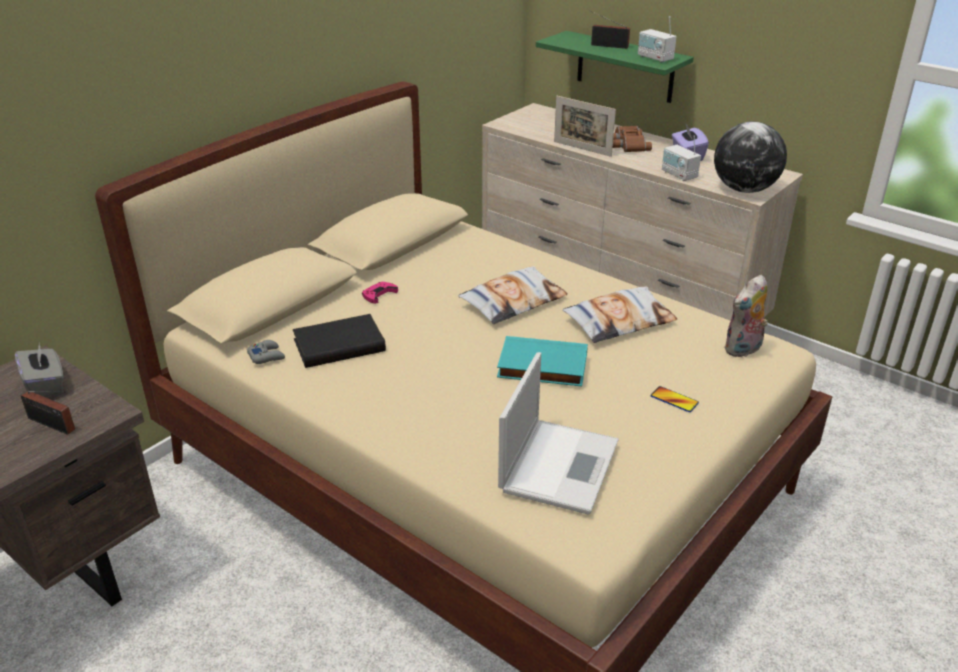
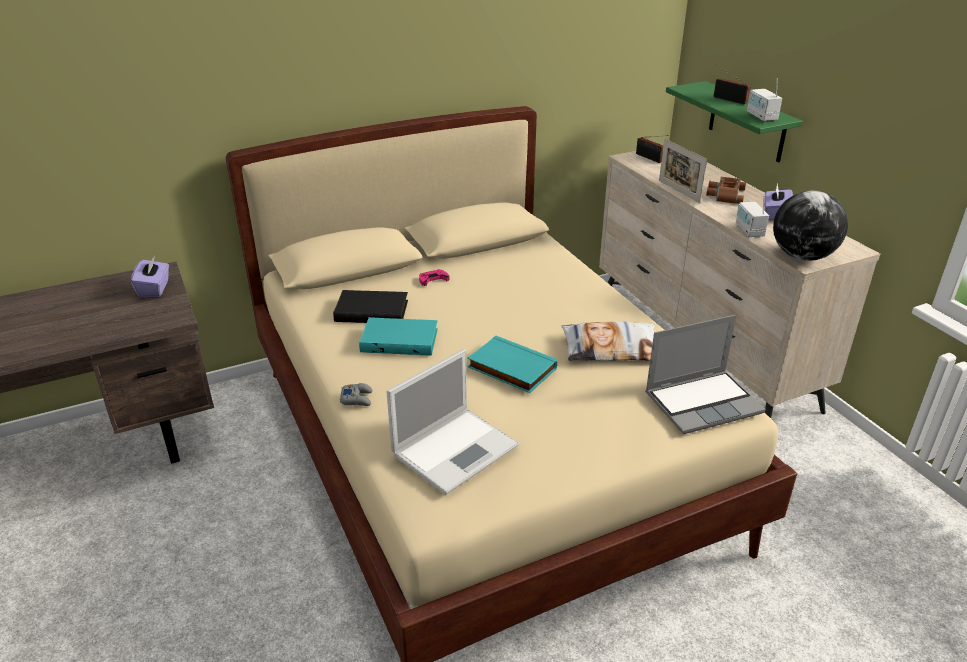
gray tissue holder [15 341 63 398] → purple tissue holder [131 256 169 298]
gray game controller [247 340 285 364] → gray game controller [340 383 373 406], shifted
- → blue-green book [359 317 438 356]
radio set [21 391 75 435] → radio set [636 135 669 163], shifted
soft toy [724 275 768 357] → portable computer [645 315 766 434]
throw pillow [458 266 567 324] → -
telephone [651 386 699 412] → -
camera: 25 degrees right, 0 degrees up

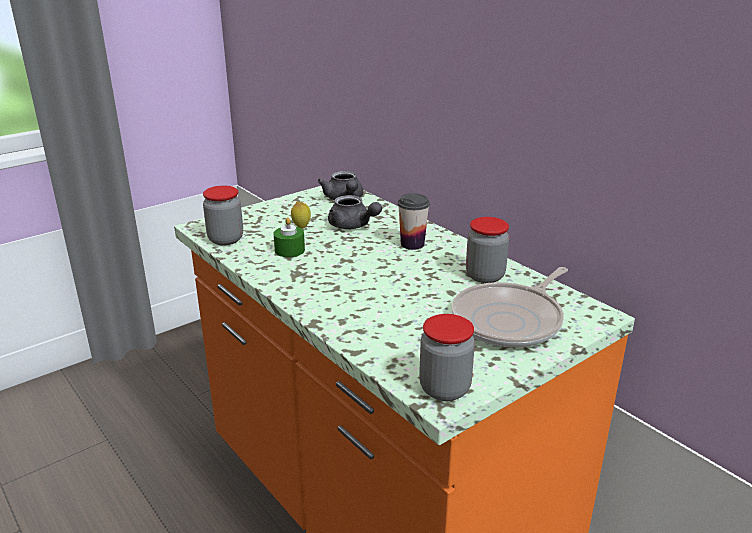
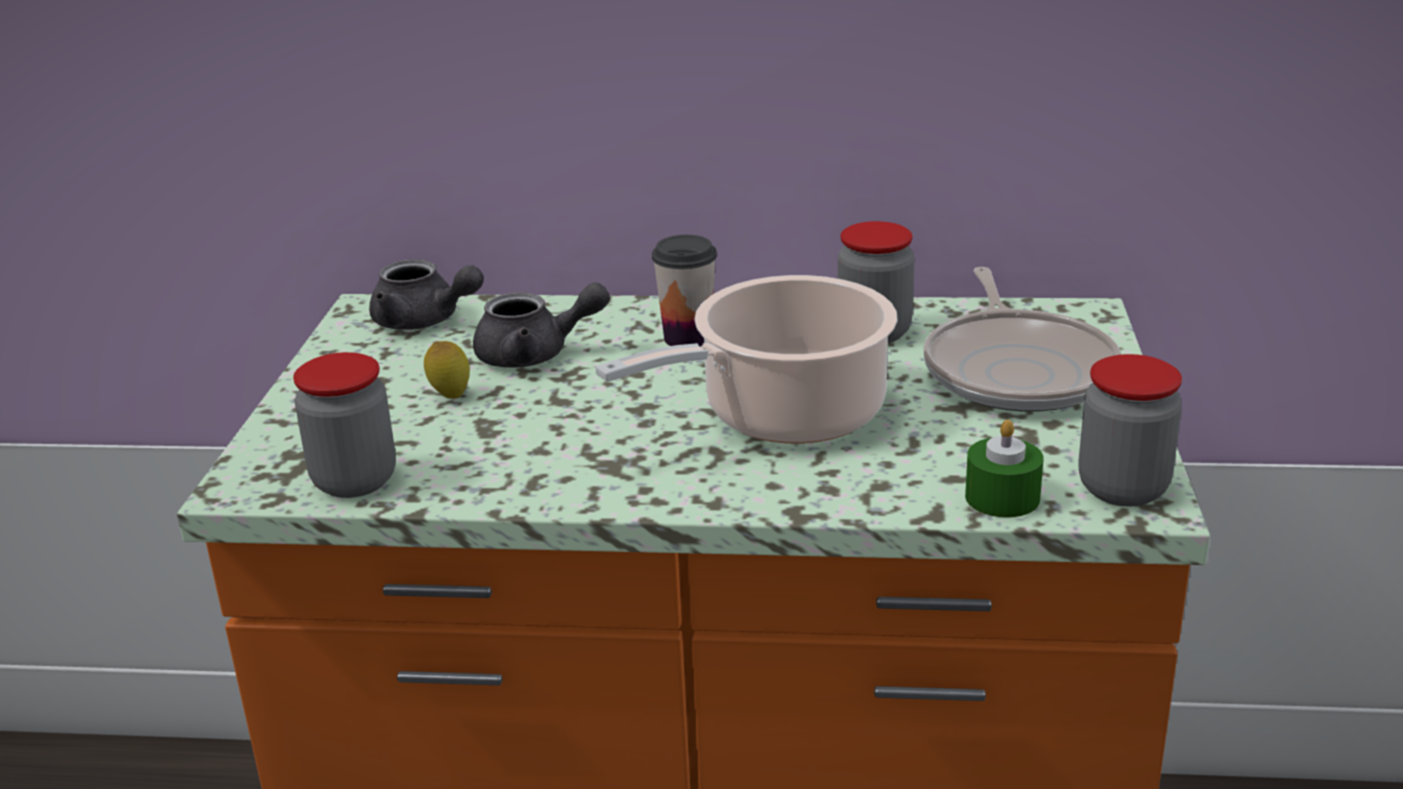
- → saucepot [595 275 897 444]
green-coloured wax candle [273 217 305 257] → green-coloured wax candle [965 420 1044 518], shifted
camera: 45 degrees left, 0 degrees up

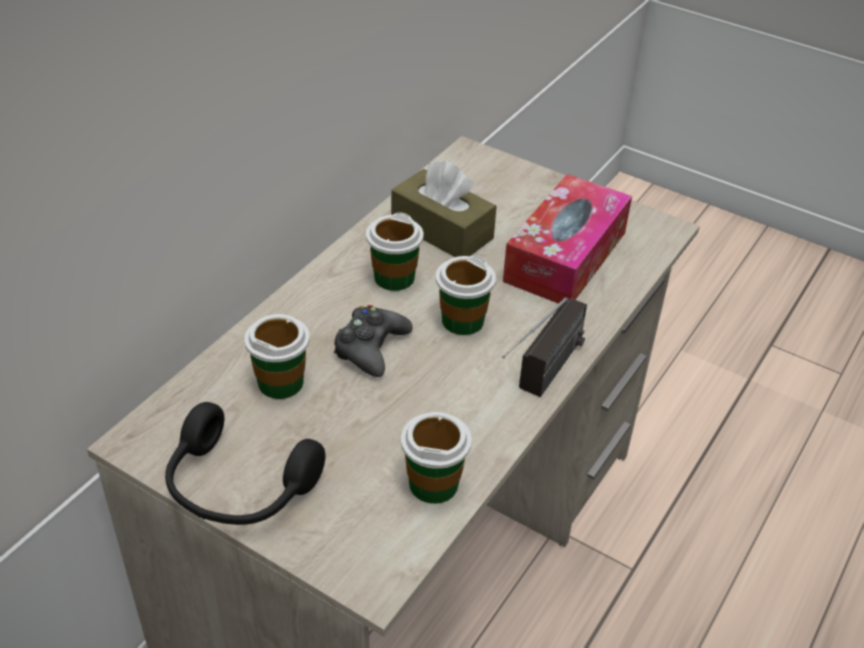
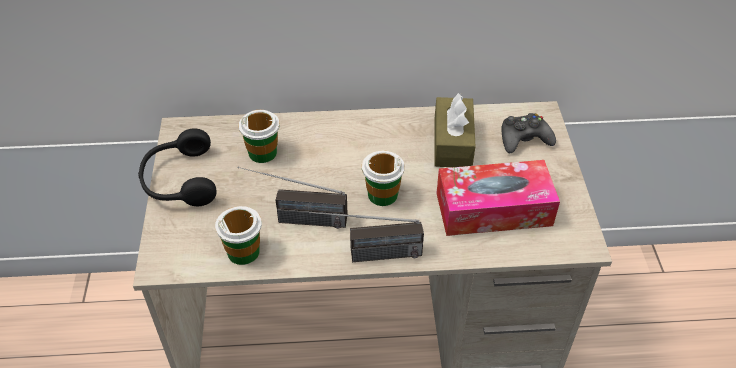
- → radio set [238 167 347 229]
blackish game controller [334 305 413 377] → blackish game controller [501 113 556 153], shifted
drinking cup [366 212 424 291] → -
camera: 55 degrees right, 5 degrees up

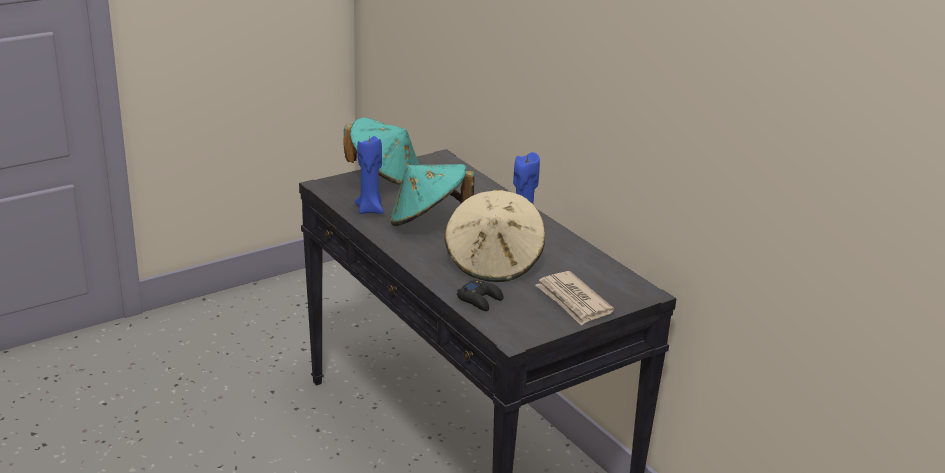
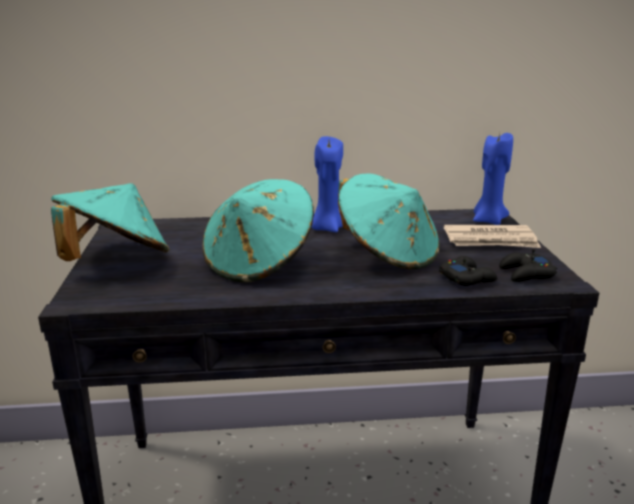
beige hat [445 190 545 282] → blue-green hat [338 174 439 270]
bluish wax candle [354 135 384 214] → bluish wax candle [473 132 513 225], shifted
- → blackish game controller [499 249 557 282]
camera: 60 degrees left, 5 degrees down

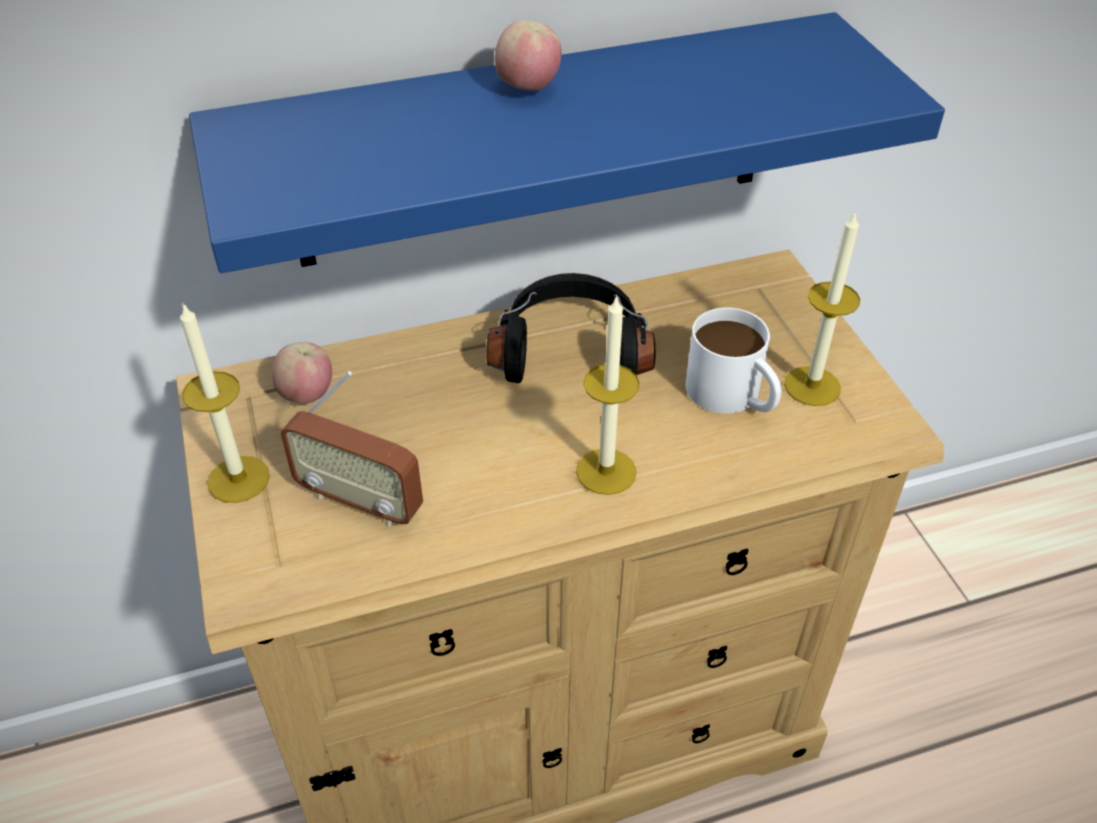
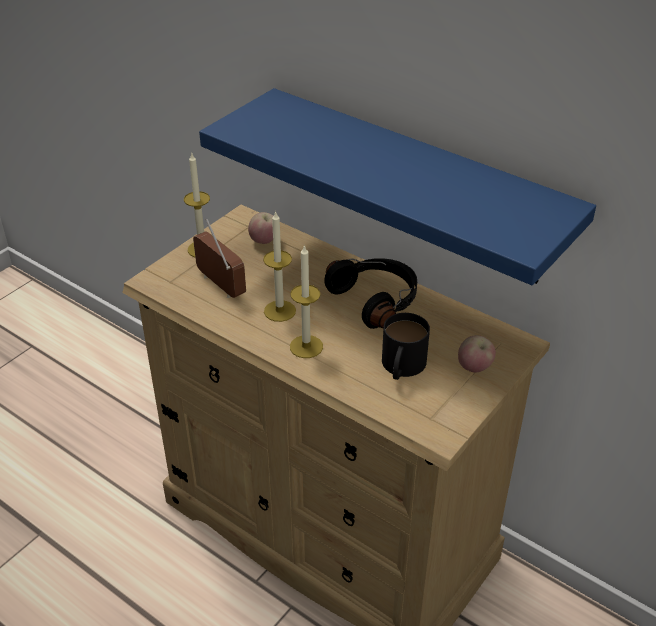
radio set [280 371 423 527] → radio set [193 219 246 298], 150 degrees clockwise
wax candle [784 211 860 406] → wax candle [263 210 296 322], shifted
white mug [685 307 781 414] → blackish mug [382 313 430 380]
apple fruit [494 20 561 91] → apple fruit [458 335 496 373], shifted
camera: 55 degrees right, 5 degrees down

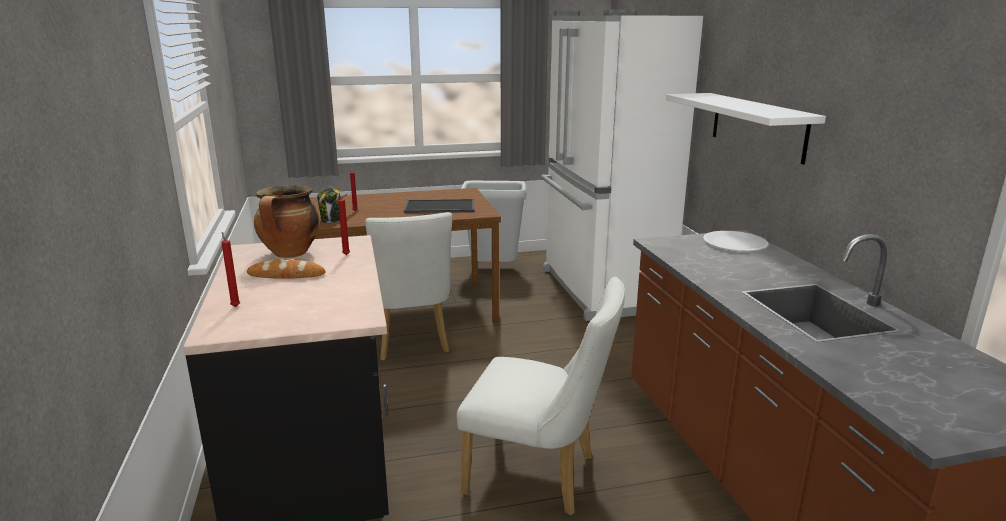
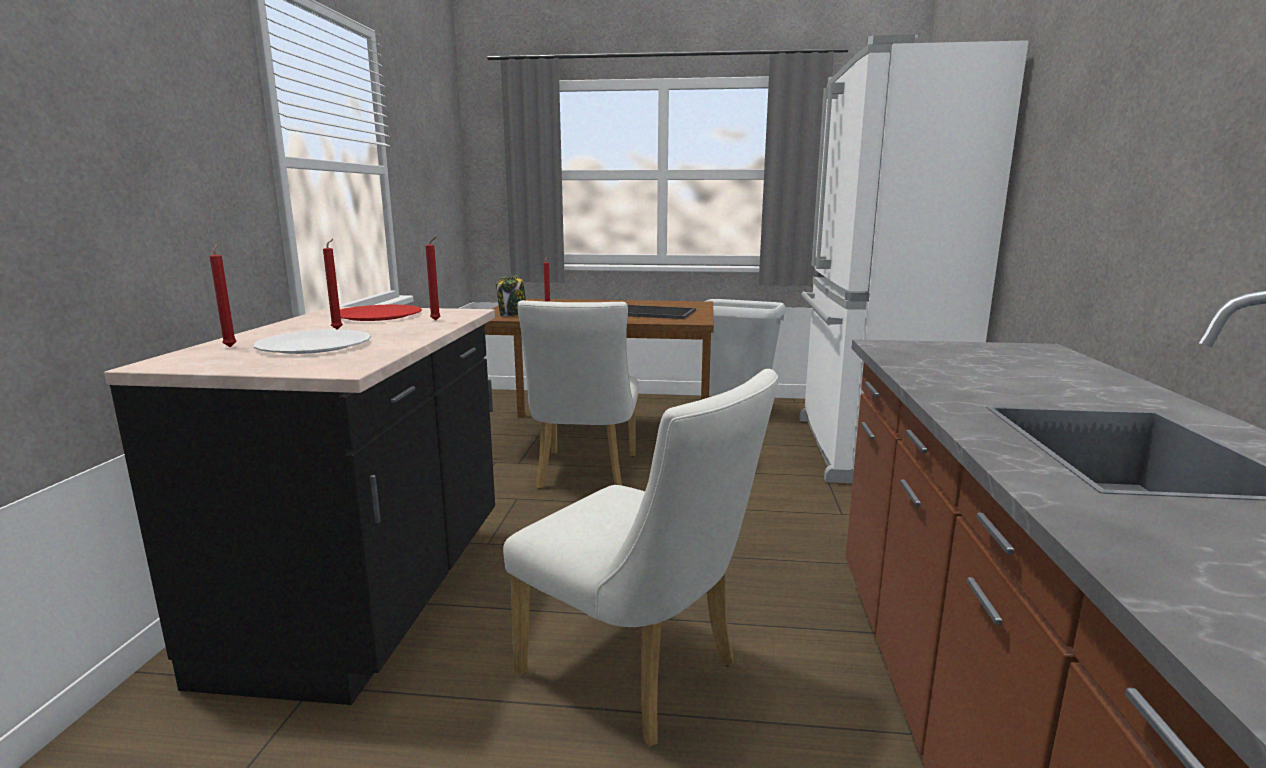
white plate [703 231 768 251] → white plate [253 330 371 354], shifted
bread [247 259 326 279] → red-coloured wax candle [323 239 343 330]
saucepot [254 185 320 258] → red-coloured plate [340 305 422 321]
white bracket shelf [666 93 826 165] → -
camera: 20 degrees right, 5 degrees down

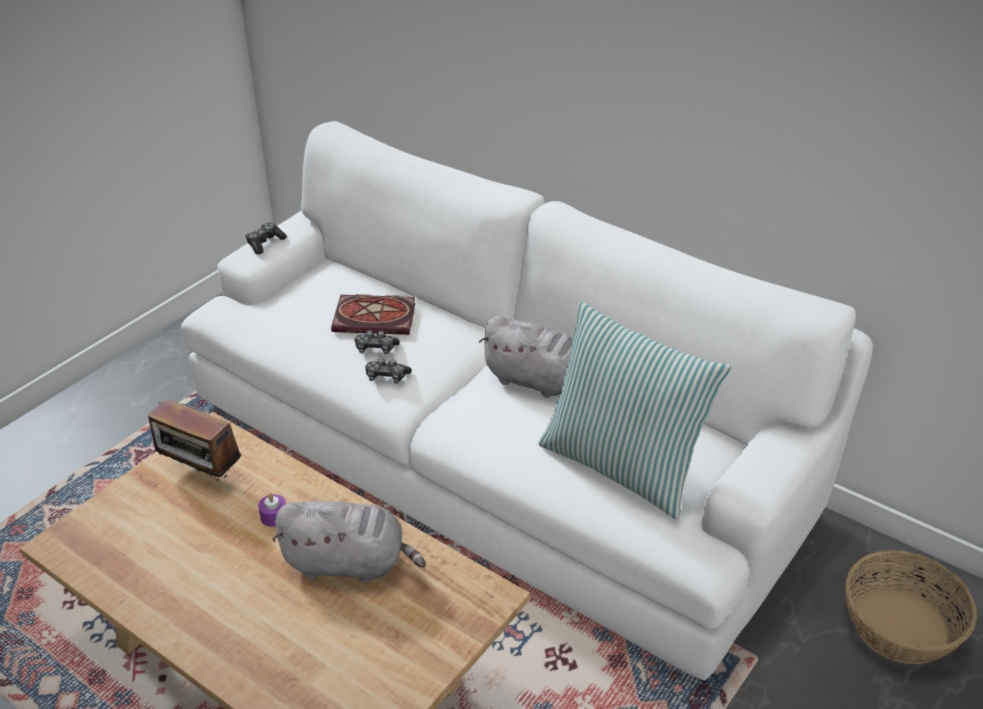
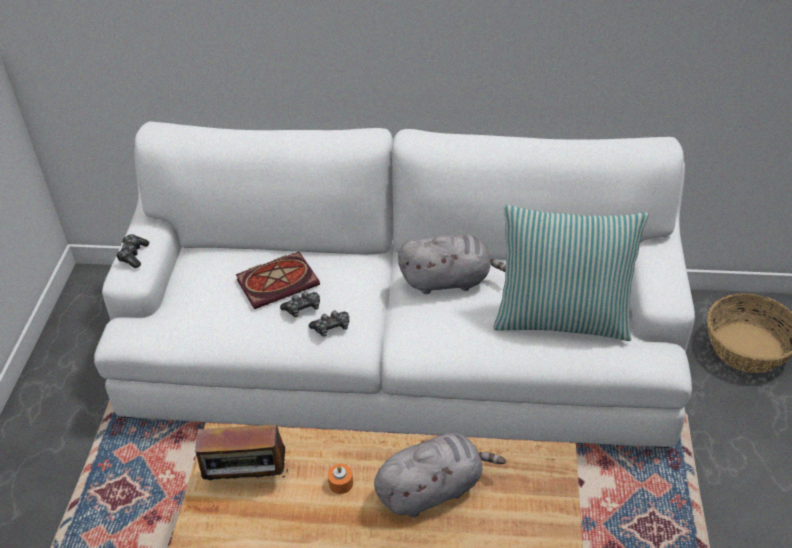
purple wax candle [258 493 286 527] → orange-coloured wax candle [328 464 353 494]
camera: 30 degrees left, 5 degrees up

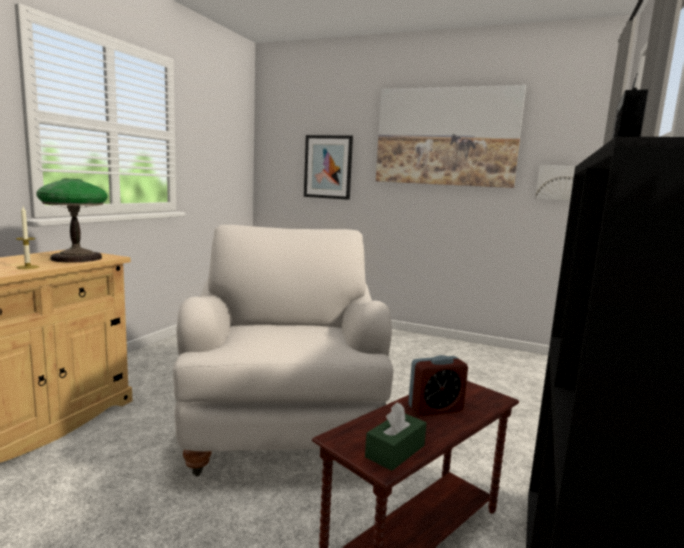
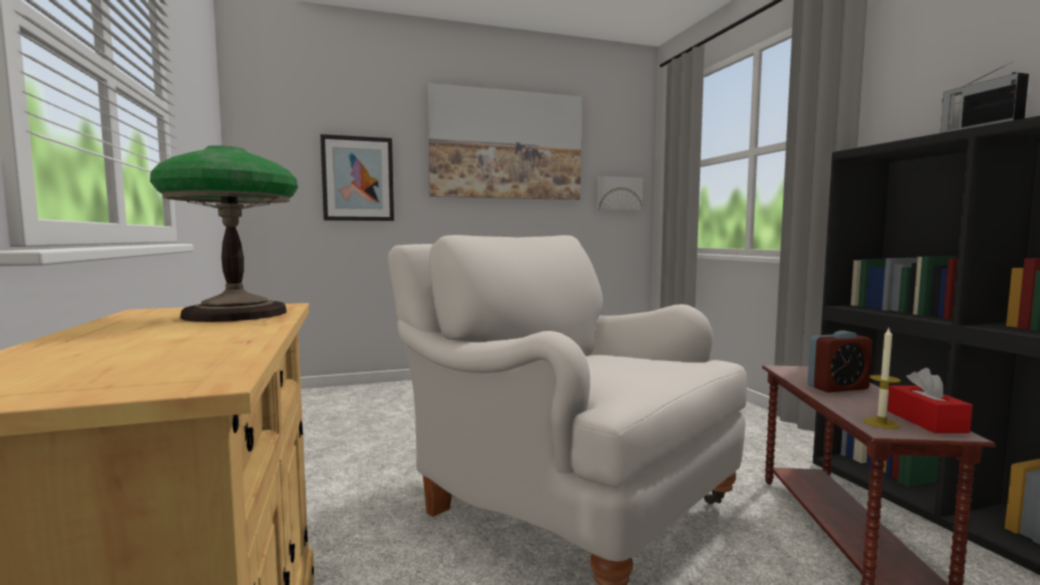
bedside clock [408 355 468 416] → bedside clock [807 330 873 393], 45 degrees clockwise
wax candle [16 206 39 269] → wax candle [864 328 901 429], shifted
green-coloured tissue holder [365 402 427 471] → red-coloured tissue holder [887 368 973 433]
camera: 40 degrees left, 5 degrees down

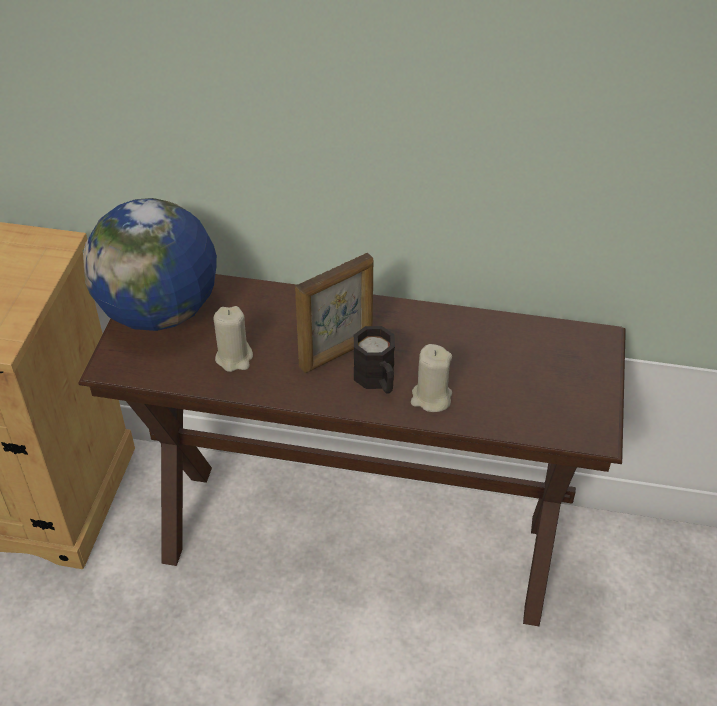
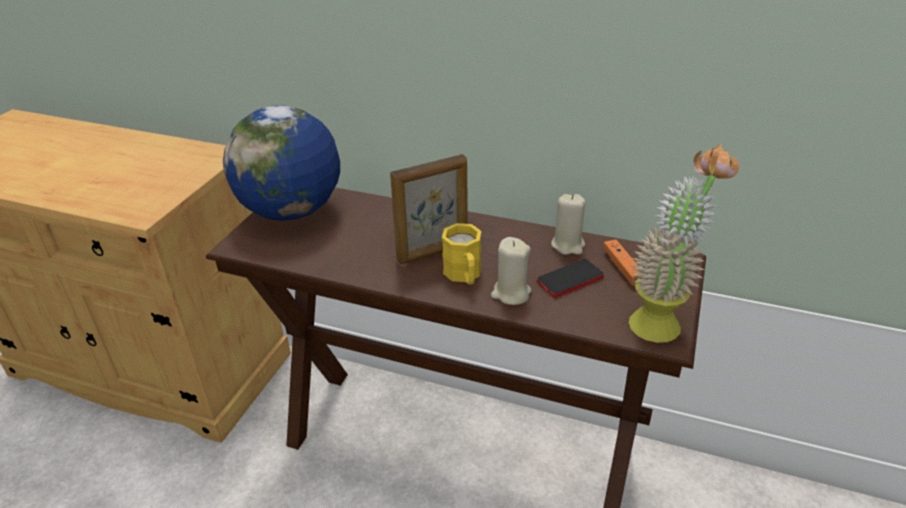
blackish mug [354 326 395 394] → yellowish mug [442 223 482 284]
- → telephone [537 259 604 297]
beige wax candle [214 306 253 372] → beige wax candle [551 194 586 255], shifted
- → orange-coloured game controller [603 240 641 286]
- → houseplant [629 144 739 343]
camera: 10 degrees right, 10 degrees down

